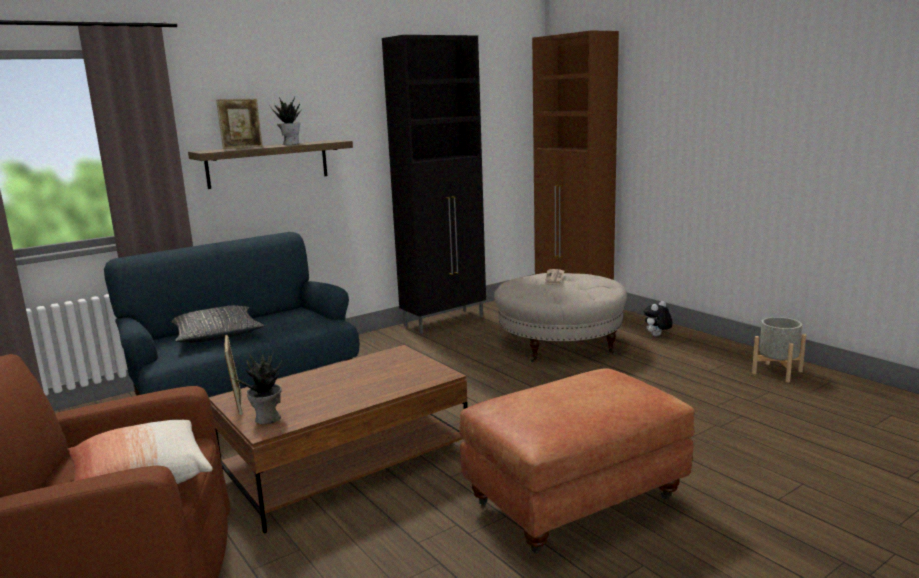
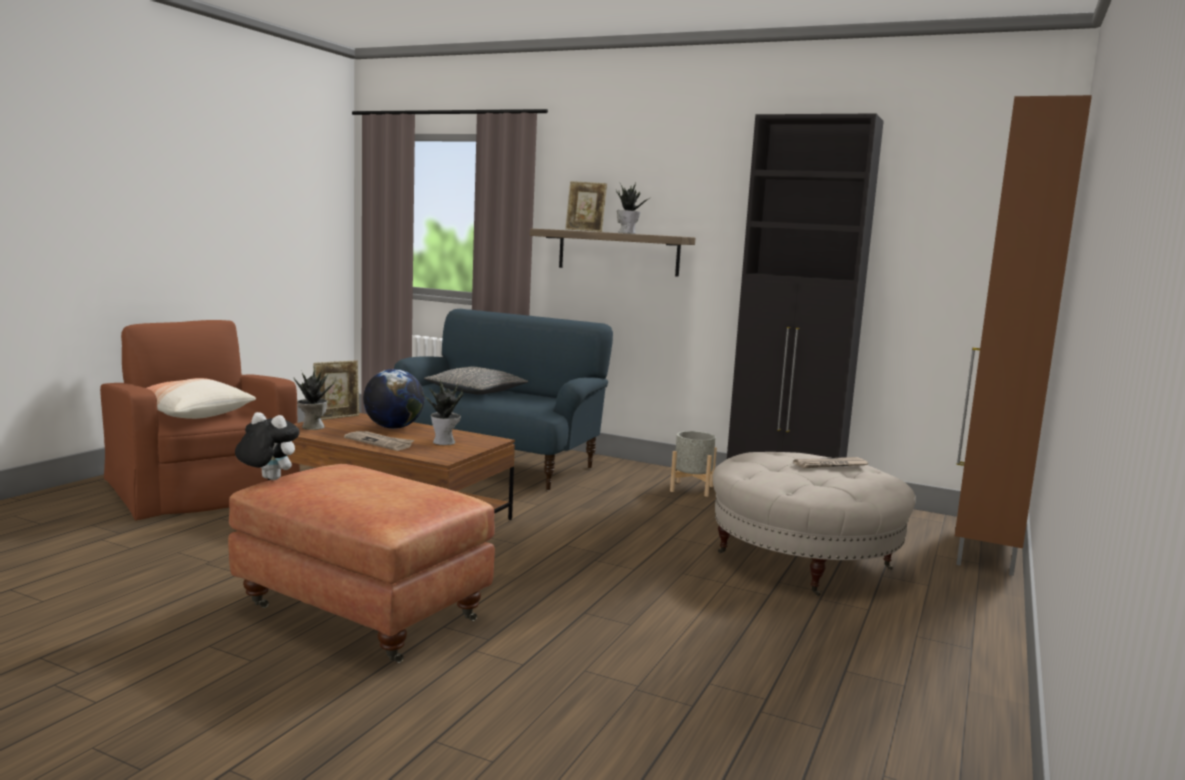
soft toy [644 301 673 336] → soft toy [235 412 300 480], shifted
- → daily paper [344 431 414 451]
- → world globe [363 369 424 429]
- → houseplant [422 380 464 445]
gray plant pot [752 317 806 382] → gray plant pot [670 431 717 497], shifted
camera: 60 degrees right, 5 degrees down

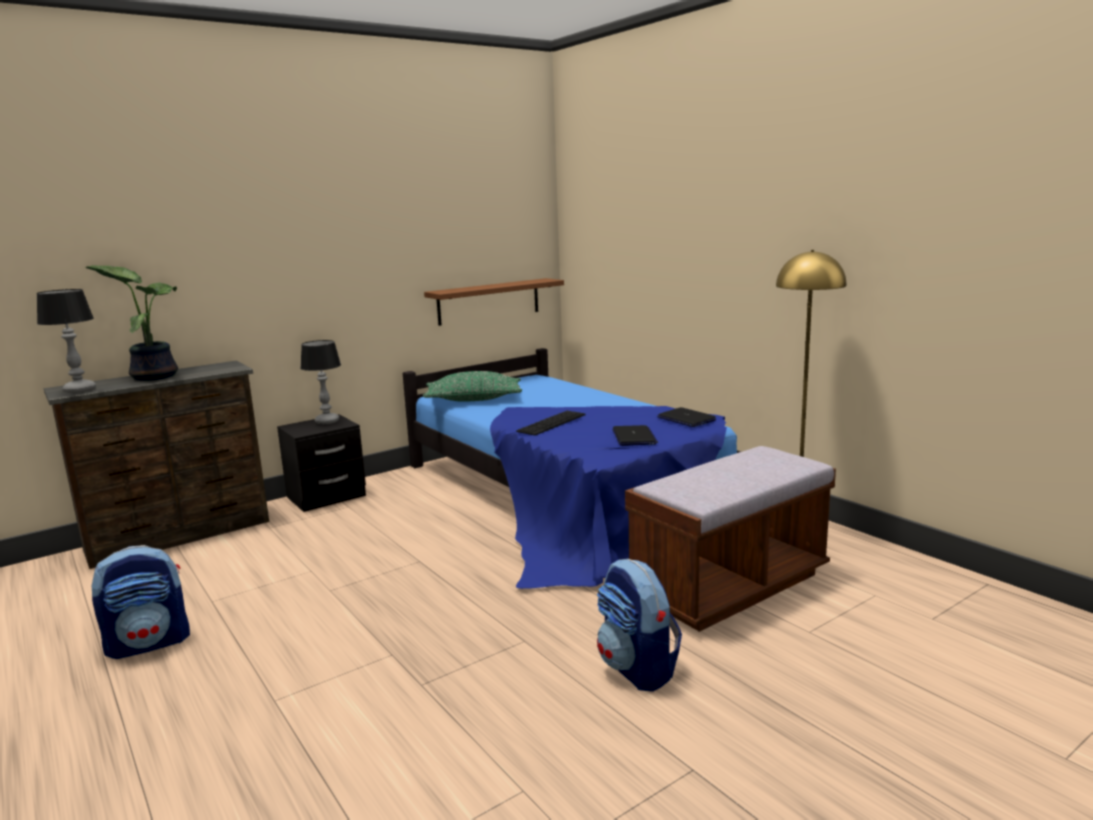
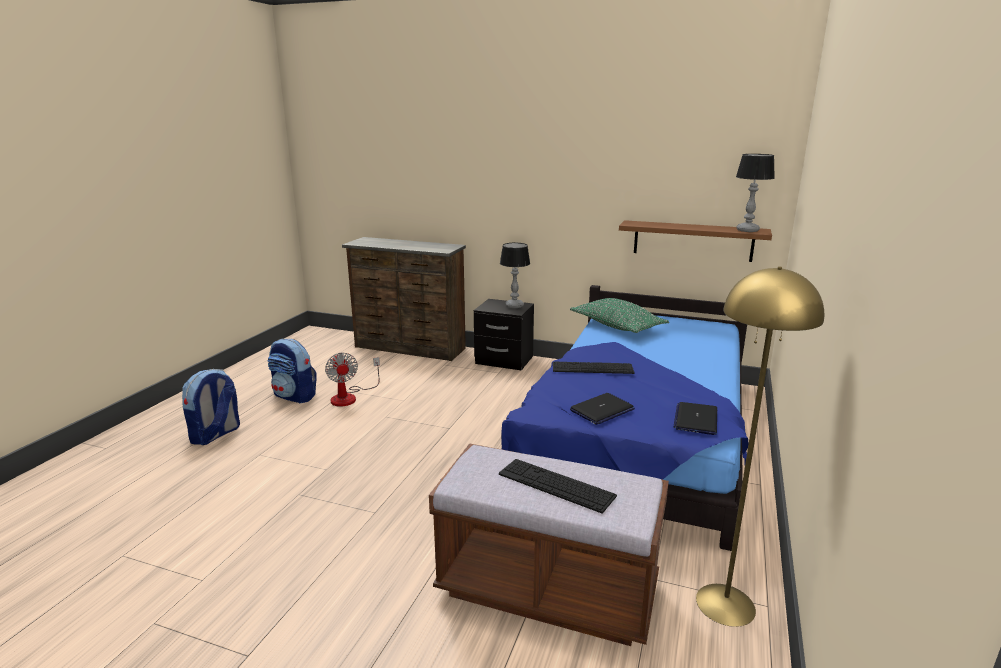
rucksack [597 559 682 692] → rucksack [182 369 240 445], shifted
- → cooling fan [325 353 380 407]
- → PC keyboard [499 459 617 514]
tabletop lamp [36 289 96 393] → tabletop lamp [736 154 775 232], shifted
houseplant [85 265 178 381] → -
camera: 55 degrees right, 5 degrees up

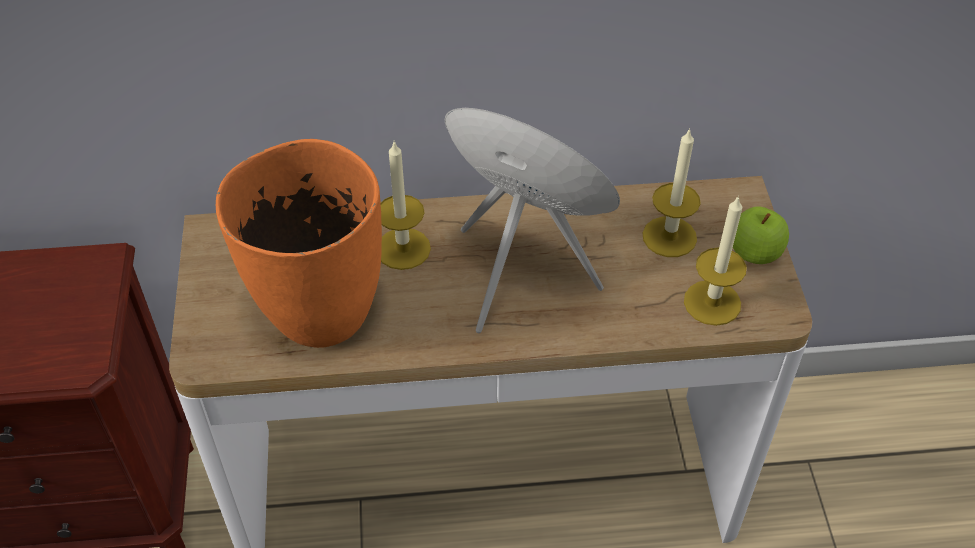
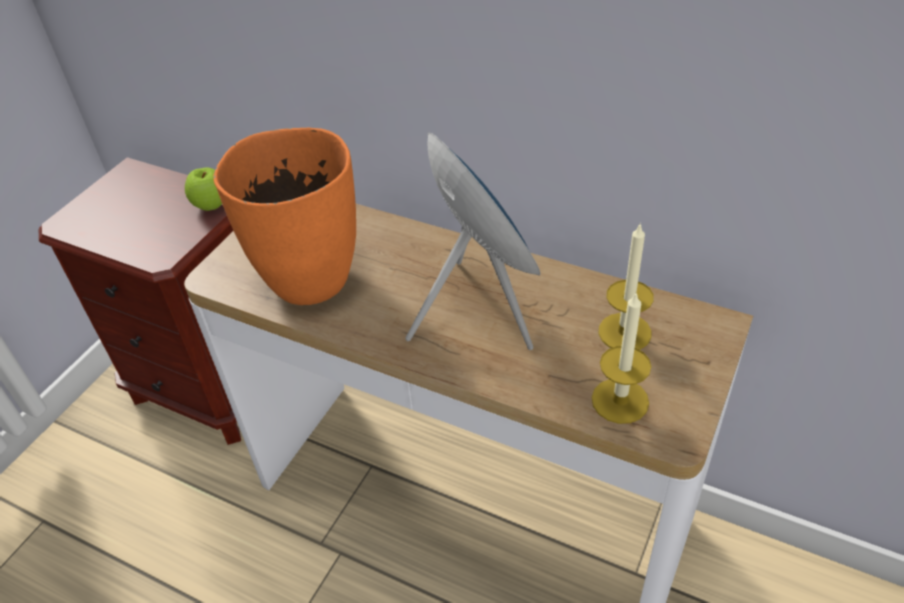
apple fruit [733 207 789 264] → apple fruit [185 167 222 211], shifted
wax candle [380 140 431 270] → -
camera: 35 degrees right, 5 degrees down

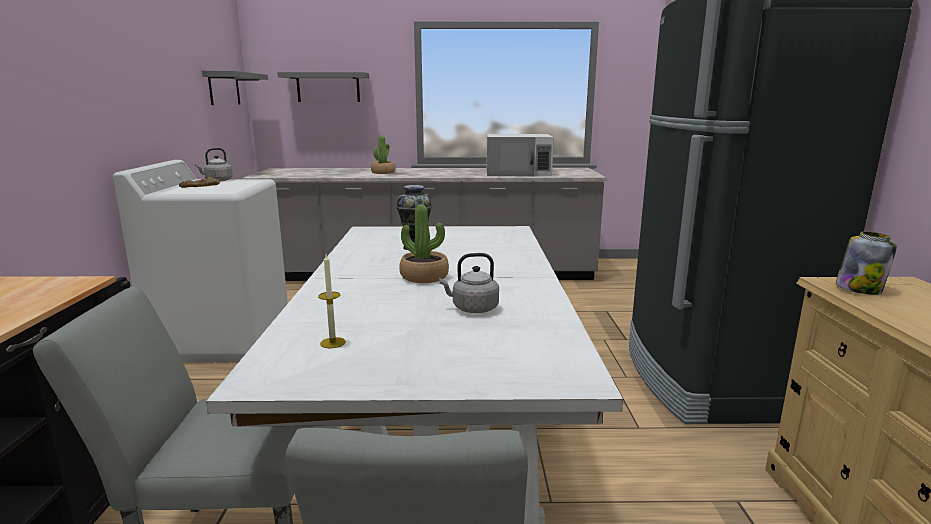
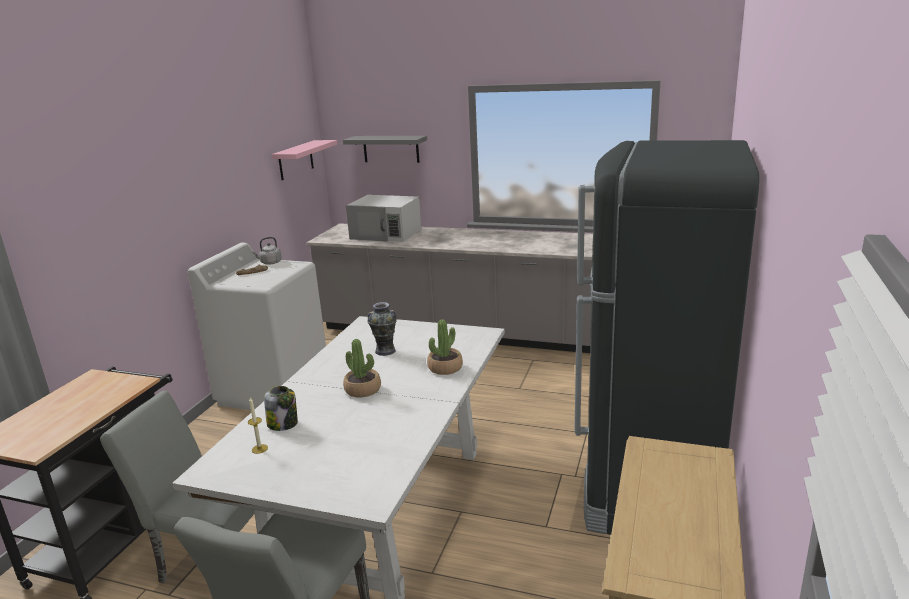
preserve jar [836 232 897 295] → preserve jar [264 386 298 431], shifted
gray bracket shelf [202 71 268 105] → pinkish bracket shelf [272 140 337 180]
white microwave [486 134 554 176] → white microwave [346 195 421 242], shifted
houseplant [371 135 396 174] → houseplant [427 319 463 375], shifted
gray water kettle [439 253 499 313] → -
camera: 20 degrees right, 5 degrees up

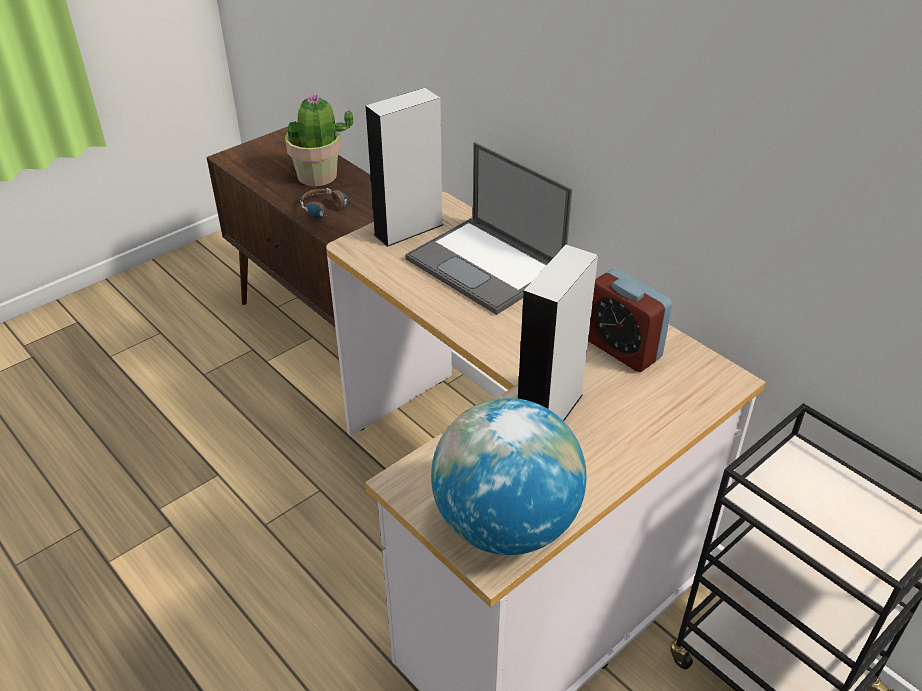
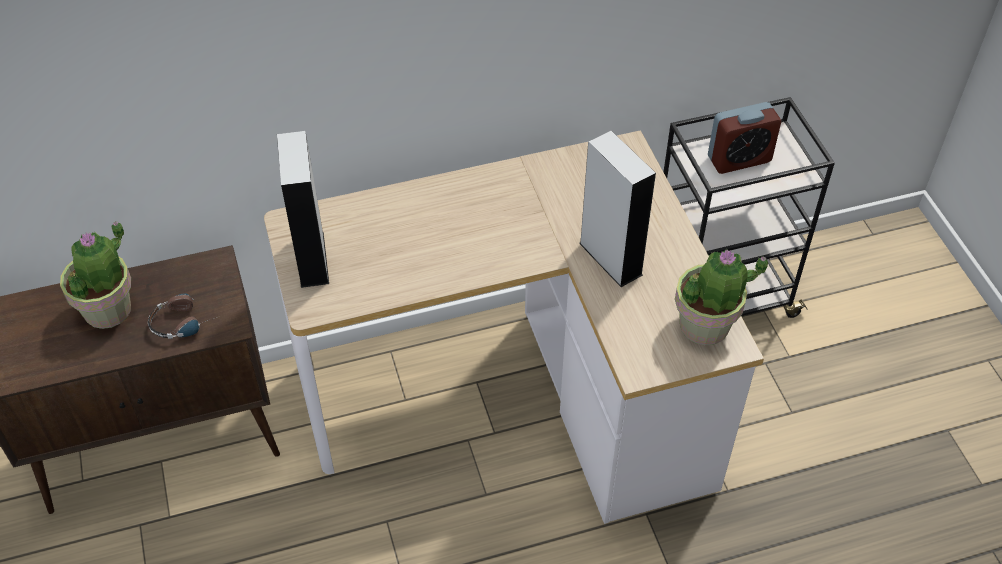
world globe [431 398 587 555] → houseplant [675 248 768 345]
bedside clock [588 269 672 372] → bedside clock [708 102 781 174], shifted
portable computer [405 142 572 315] → -
camera: 65 degrees left, 10 degrees up

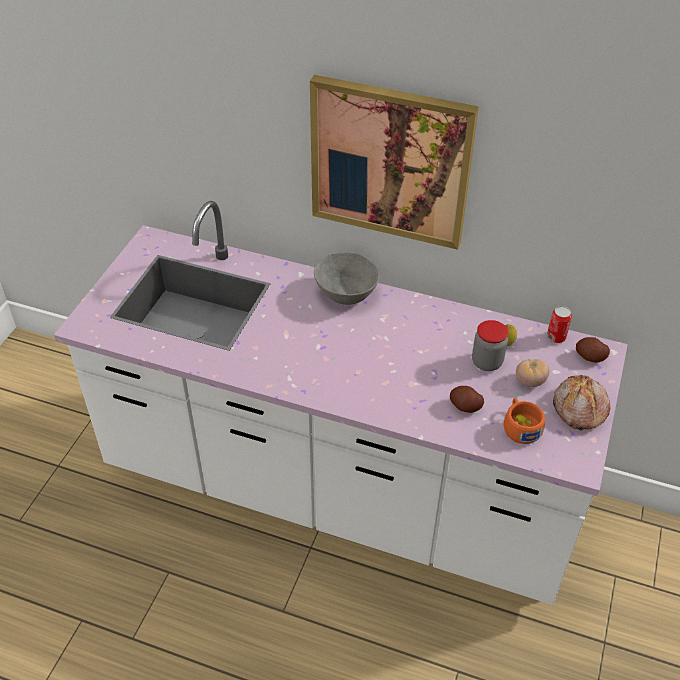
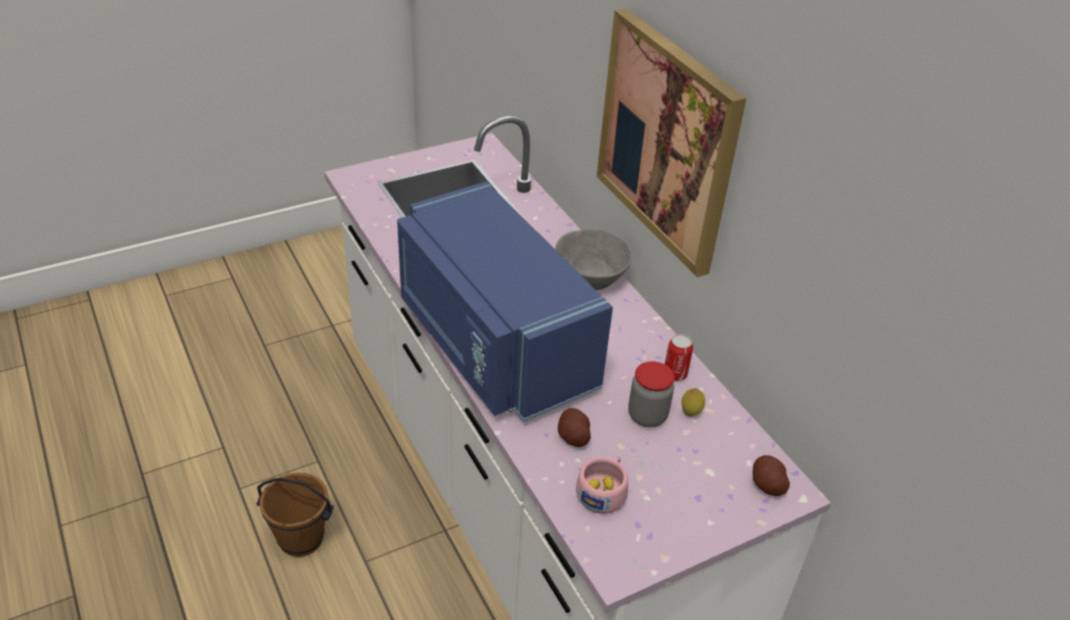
- → brown-coloured water bucket [257 472 334 557]
- → bluish microwave [397 181 613 422]
orange-coloured drinking cup [504 398 545 444] → pinkish drinking cup [576 457 628 514]
sealed can [547 306 572 343] → sealed can [665 334 693 381], shifted
fresh tomato [516 359 550 387] → -
bread [553 375 610 430] → -
camera: 40 degrees right, 5 degrees down

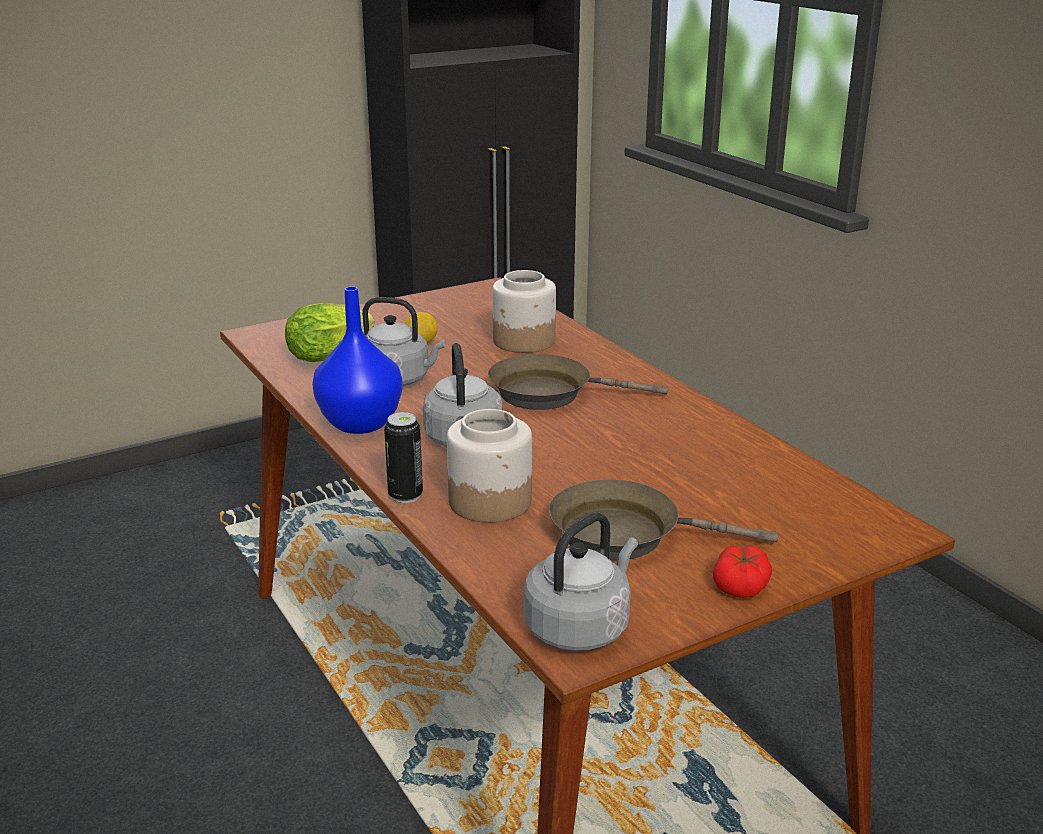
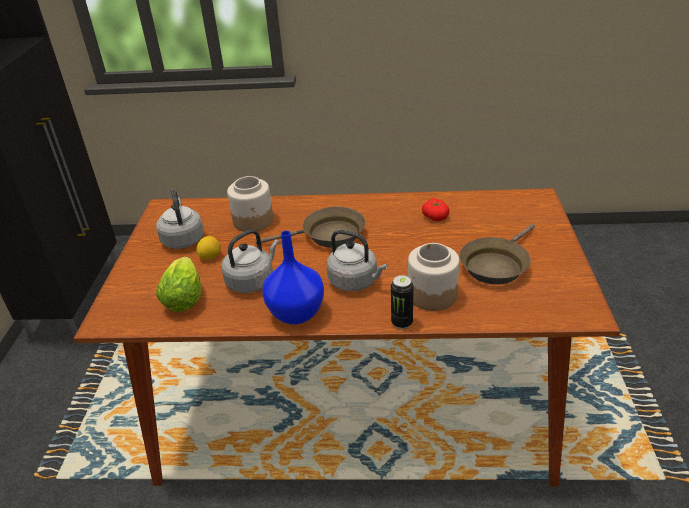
gray water kettle [524 513 638 651] → gray water kettle [156 189 204 249], shifted
brown-coloured skillet [488 354 668 410] → brown-coloured skillet [256 207 365 248], 135 degrees counterclockwise
fresh tomato [713 546 772 598] → fresh tomato [422 198 450 221], shifted
camera: 55 degrees left, 10 degrees up

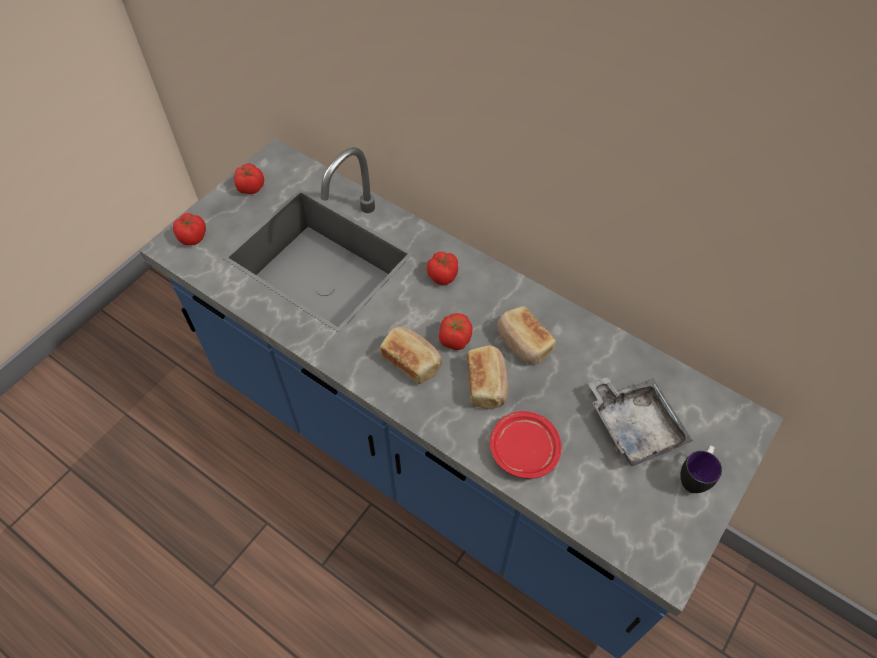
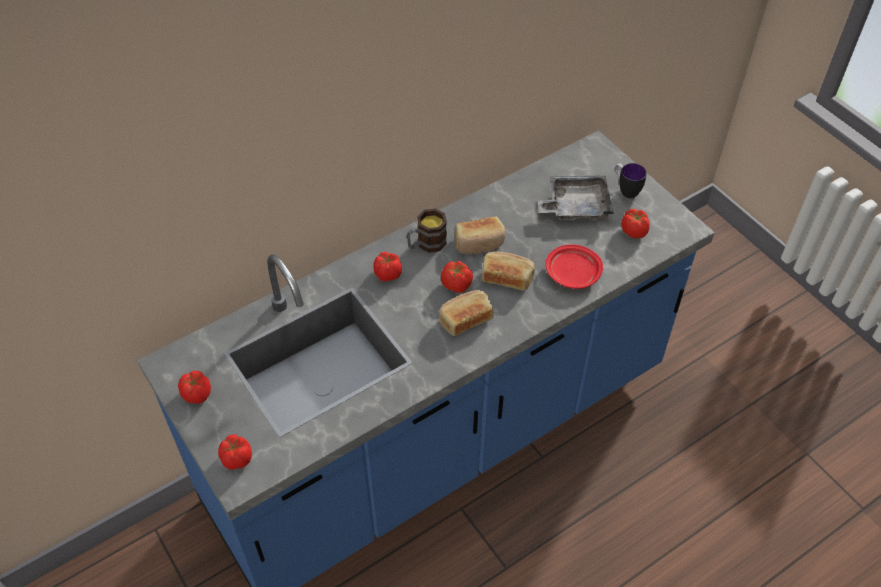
- → mug [407 208 447 253]
- → fresh tomato [622 209 650 238]
camera: 70 degrees left, 5 degrees down

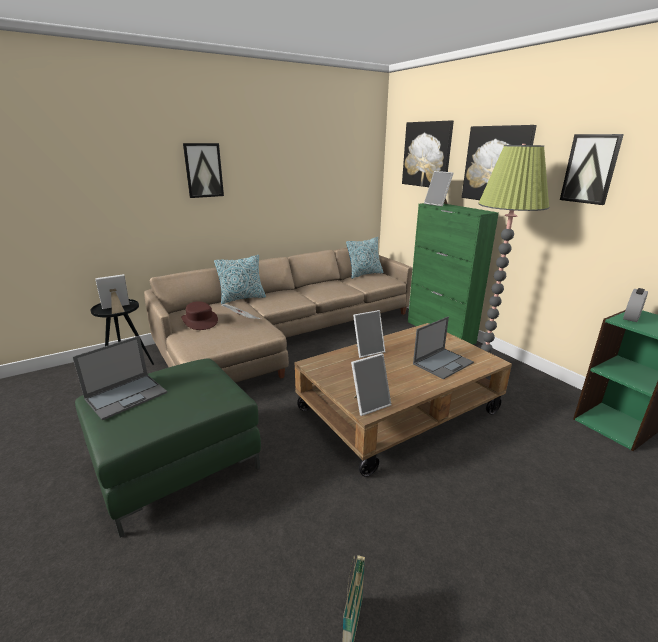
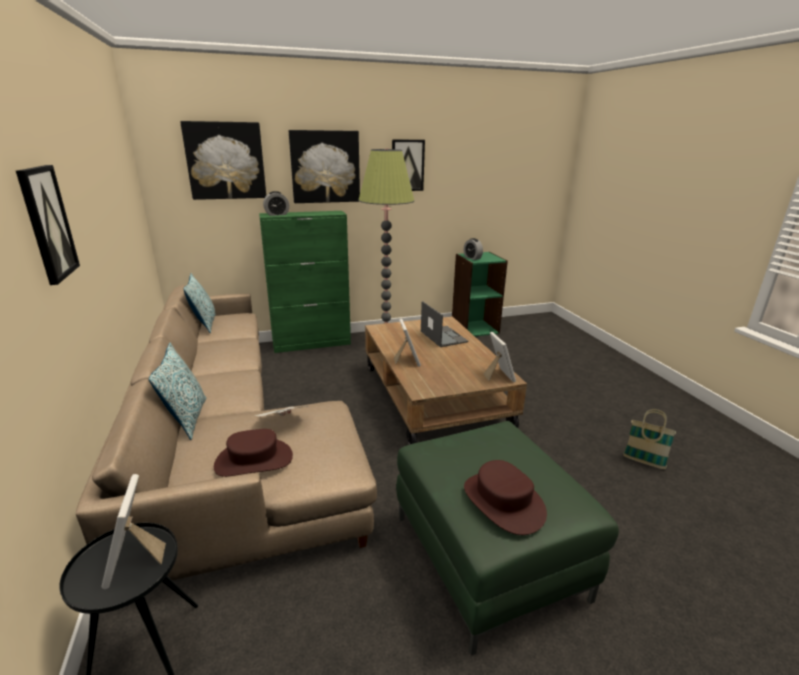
photo frame [424 171 454 206] → bedside clock [263 191 289 216]
portable computer [73 336 167 420] → brown-coloured hat [464 460 547 535]
camera: 75 degrees left, 0 degrees up

